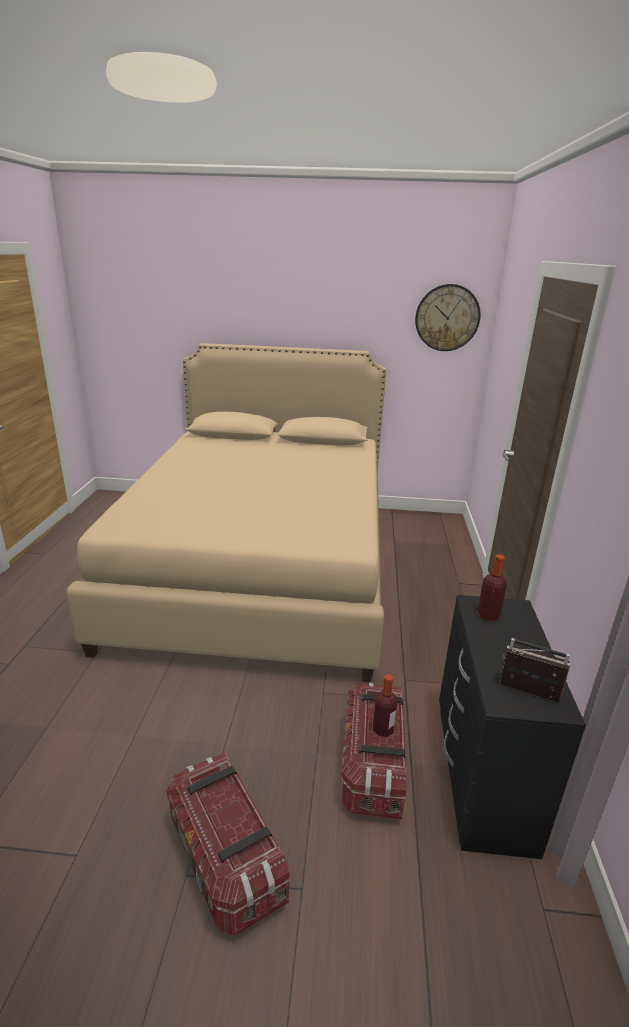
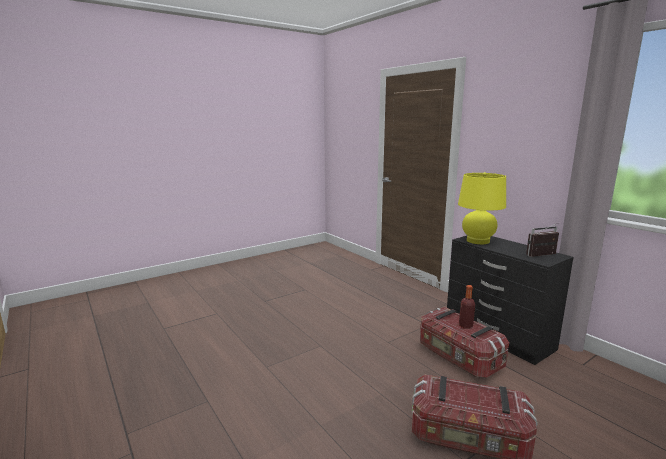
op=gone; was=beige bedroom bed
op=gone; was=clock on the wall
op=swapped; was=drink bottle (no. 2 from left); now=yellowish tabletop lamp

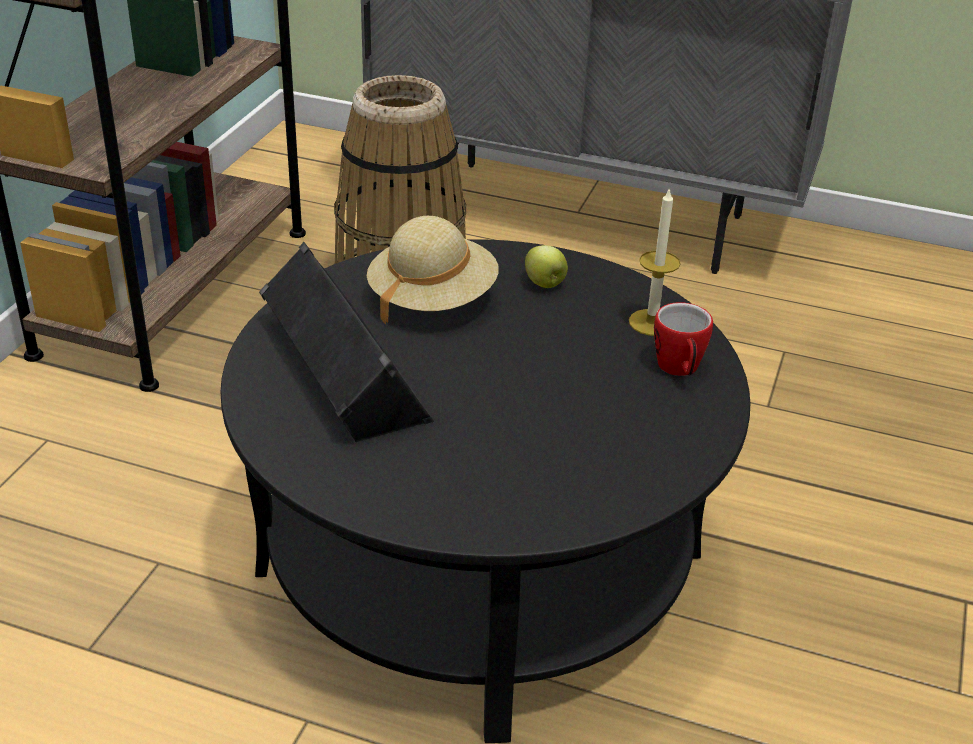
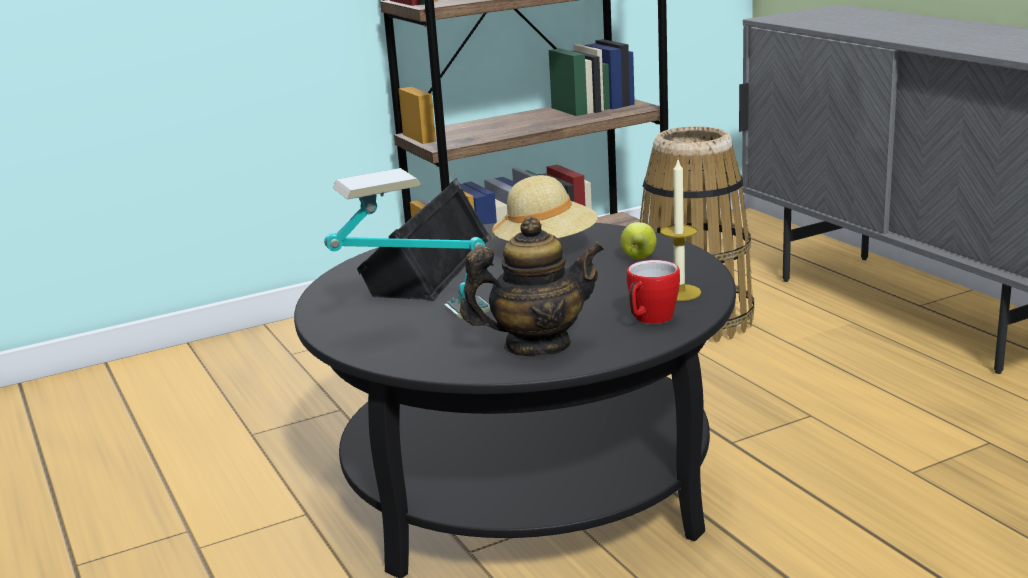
op=new; now=tabletop lamp
op=new; now=teapot

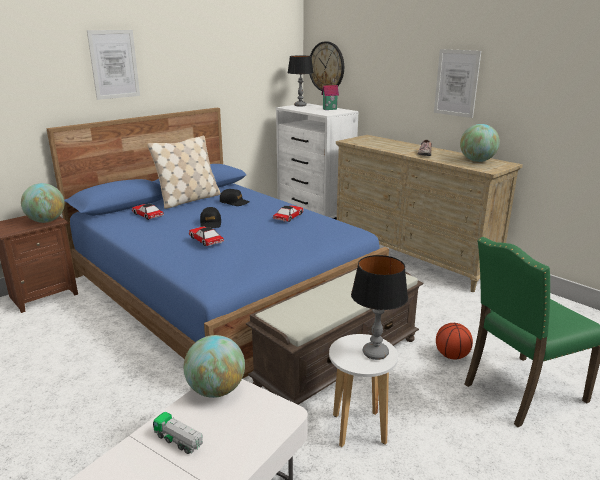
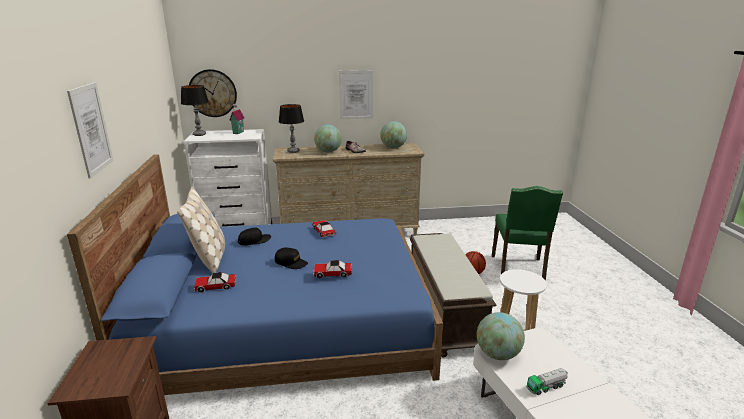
op=shifted; was=globe (no. 1 from left)
op=shifted; was=tabletop lamp (no. 2 from left)

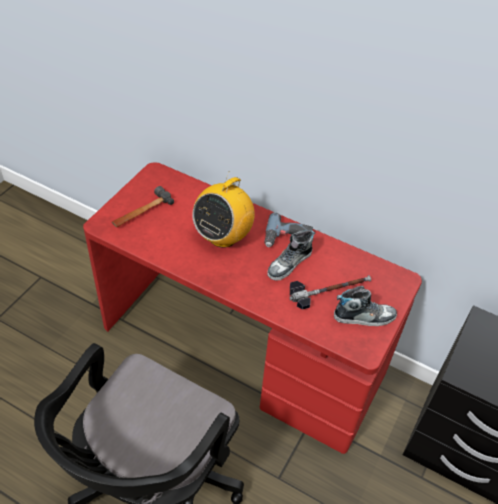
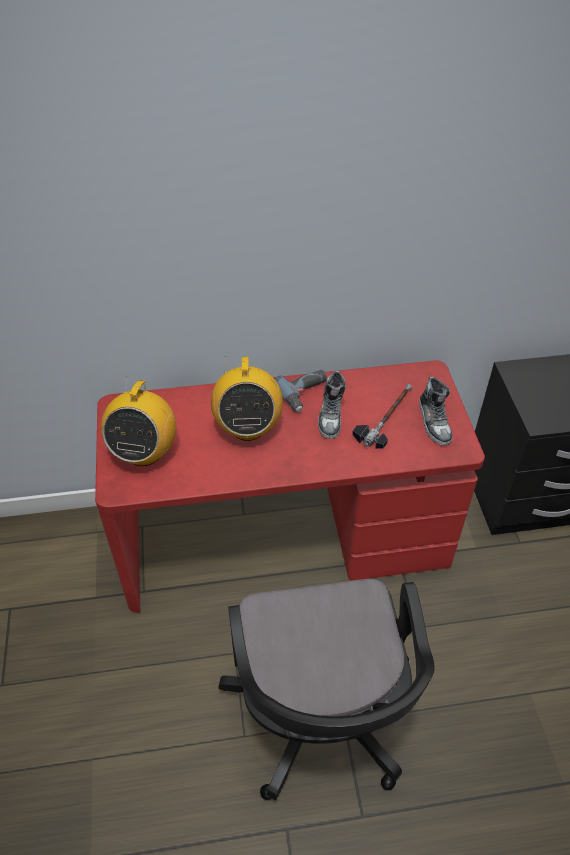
op=swapped; was=tool hammer (no. 1 from left); now=radio receiver (no. 1 from left)
op=rotated; was=item of footwear (no. 2 from left); clockwise=120

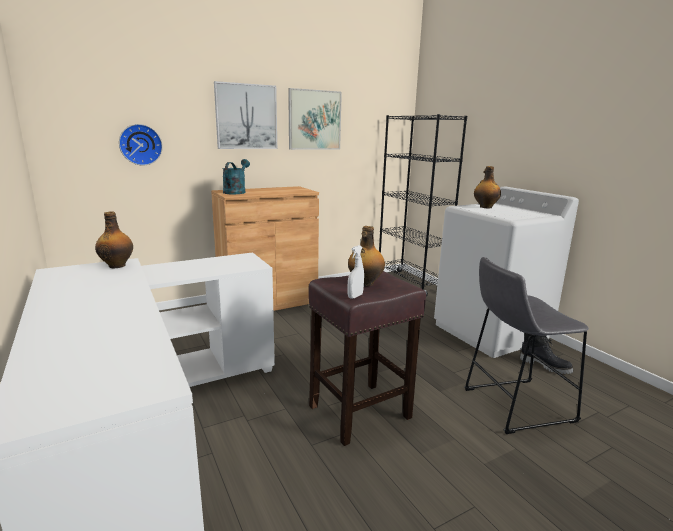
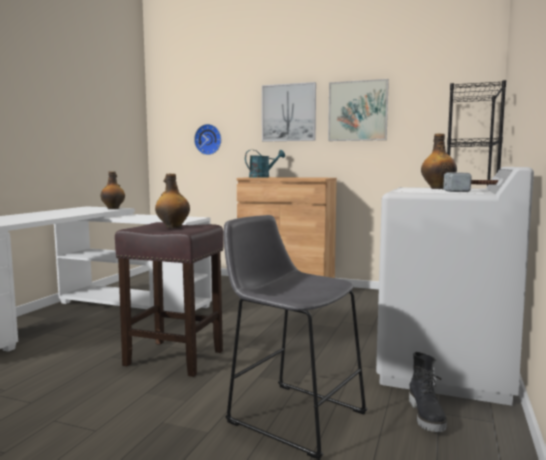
op=gone; was=whitish spray bottle
op=new; now=tool hammer

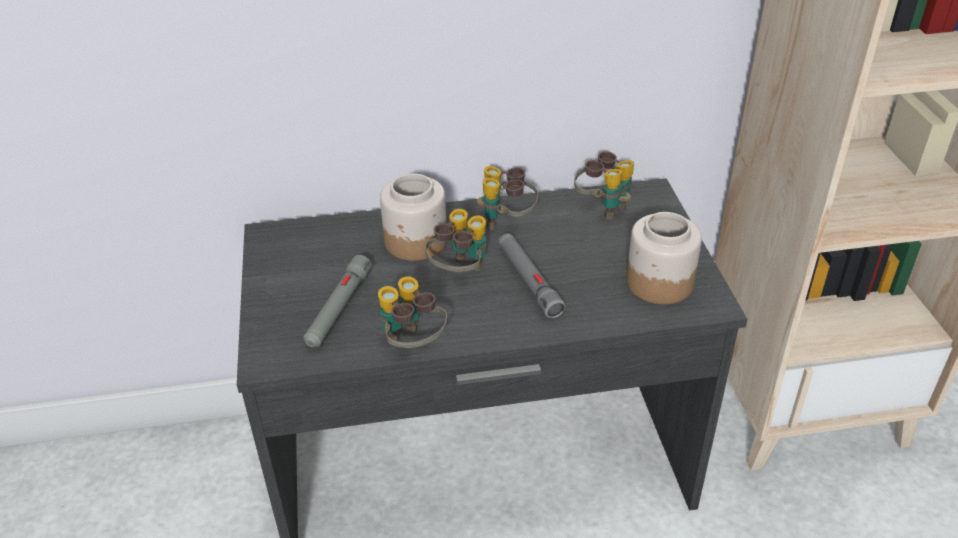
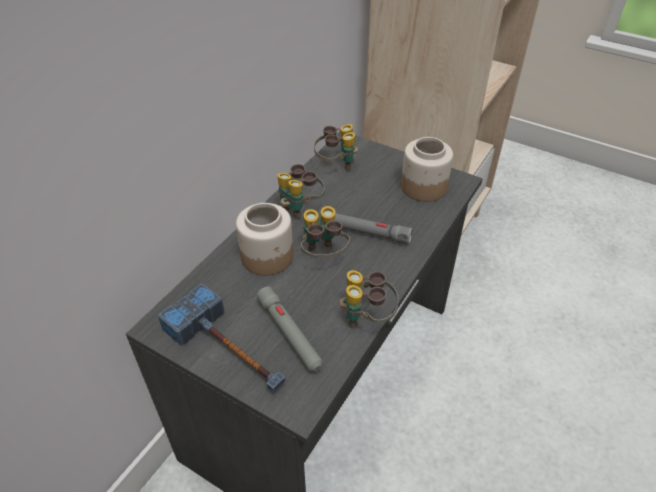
op=new; now=tool hammer

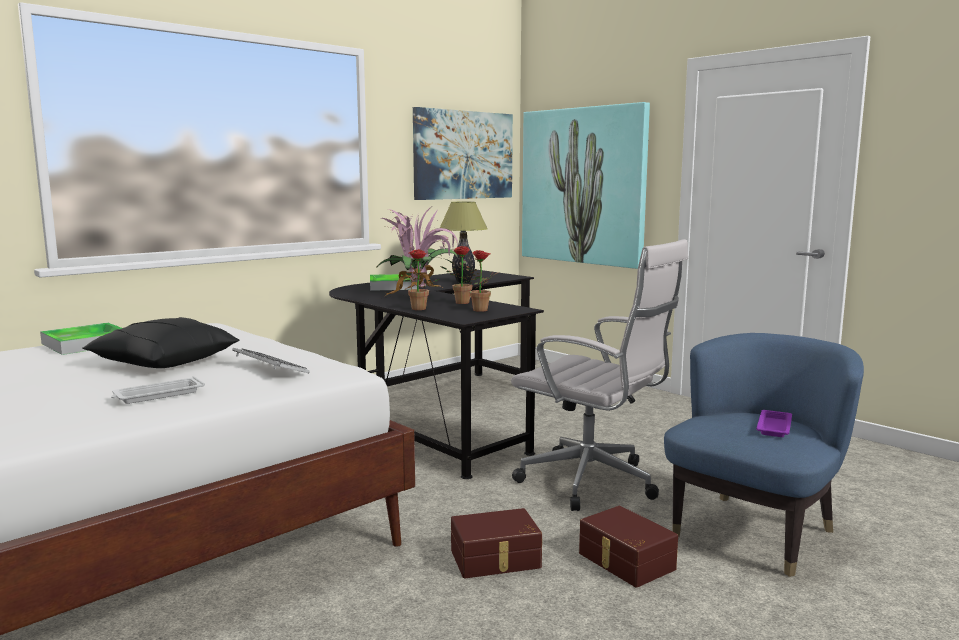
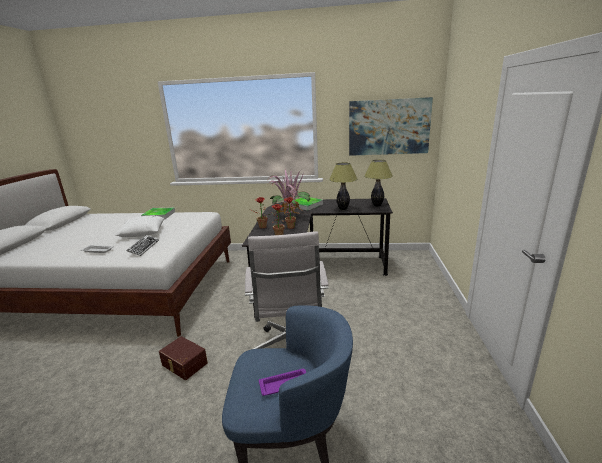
op=gone; was=wall picture (no. 2 from left)
op=gone; was=brownish storage bin (no. 2 from left)
op=new; now=tabletop lamp (no. 2 from left)
op=repainted; was=blackish pillow; now=whitish pillow

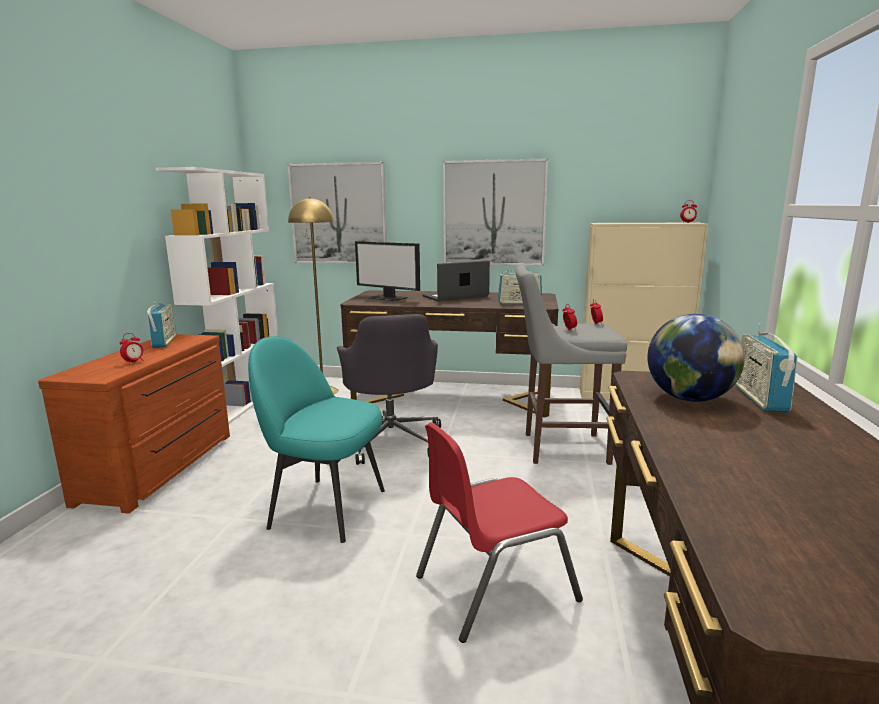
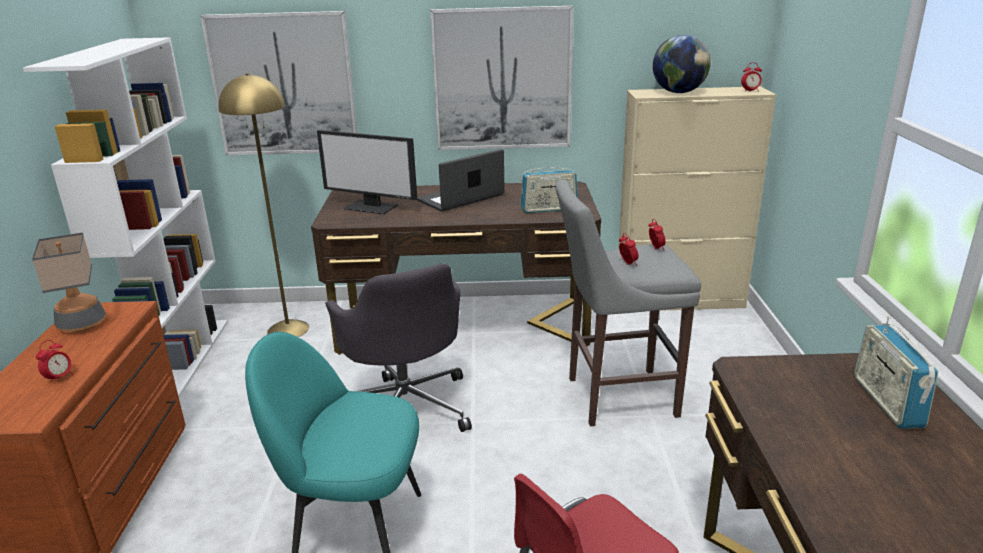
op=shifted; was=globe
op=swapped; was=radio receiver (no. 1 from left); now=tabletop lamp

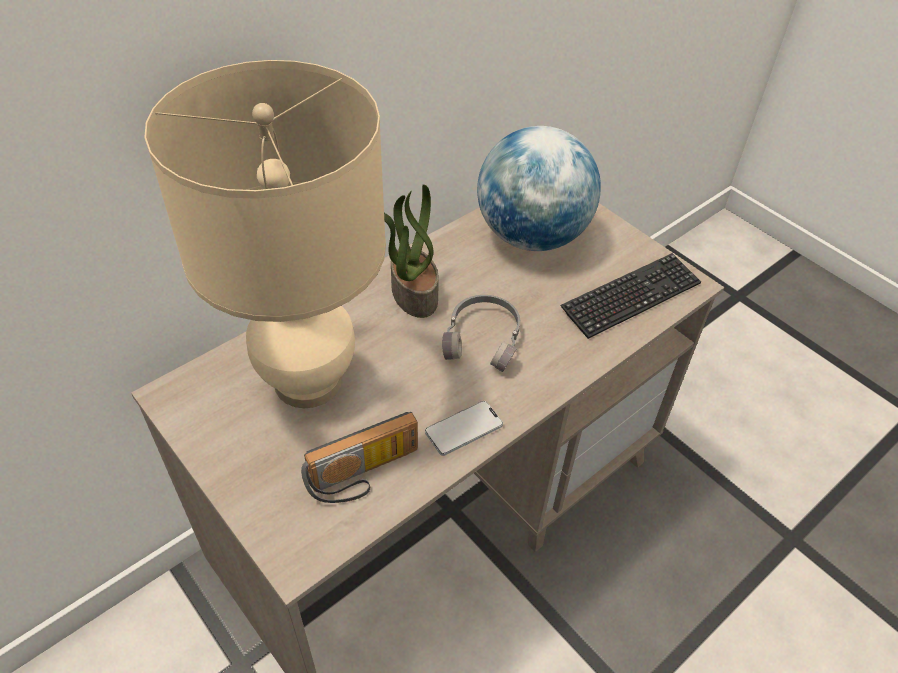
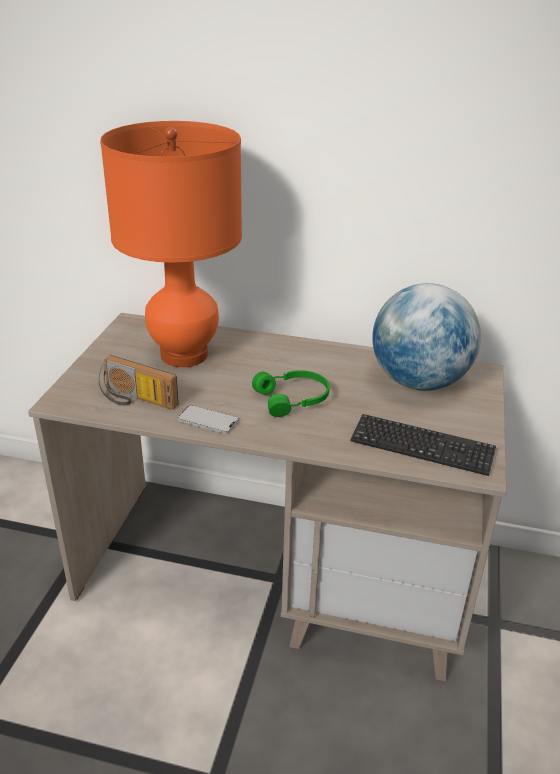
op=gone; was=plant in a pot
op=repainted; was=beige tabletop lamp; now=orange tabletop lamp
op=repainted; was=greyish pair of headphones; now=green-coloured pair of headphones

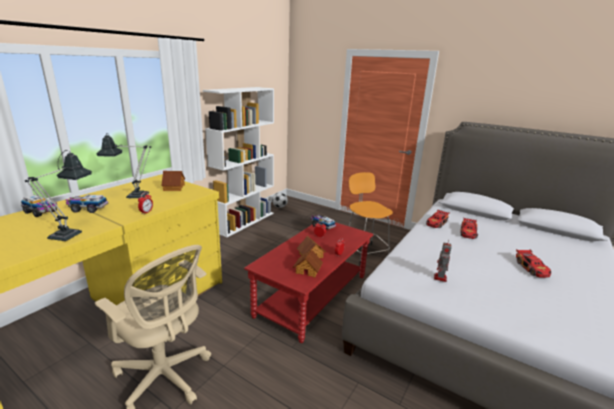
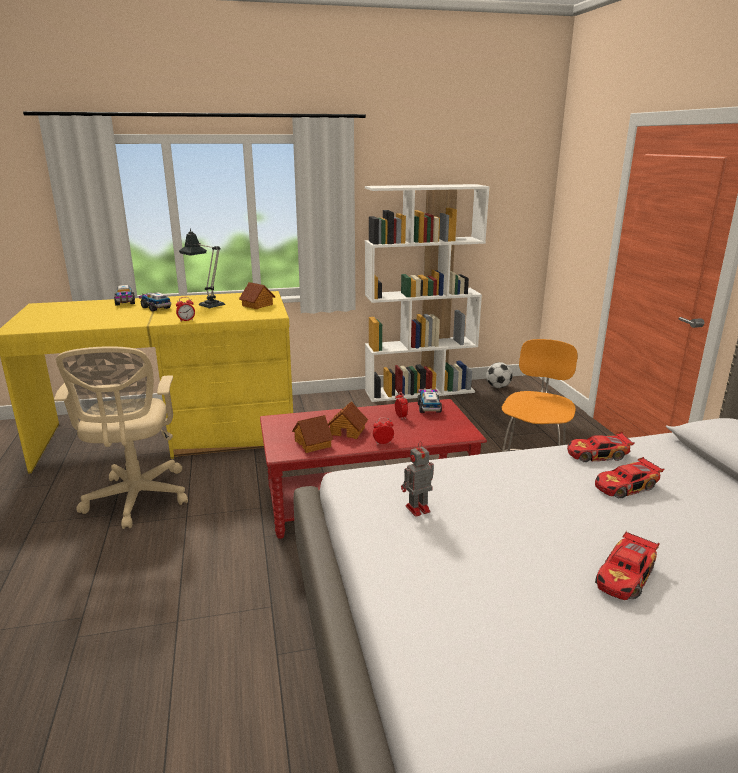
op=gone; was=tabletop lamp (no. 1 from left)

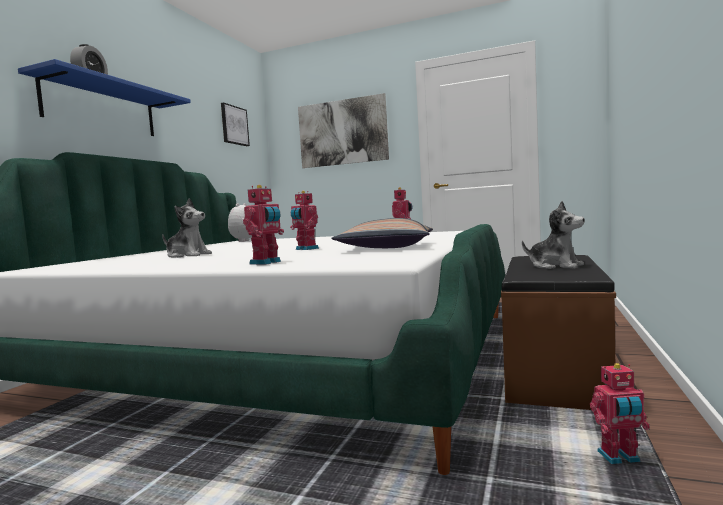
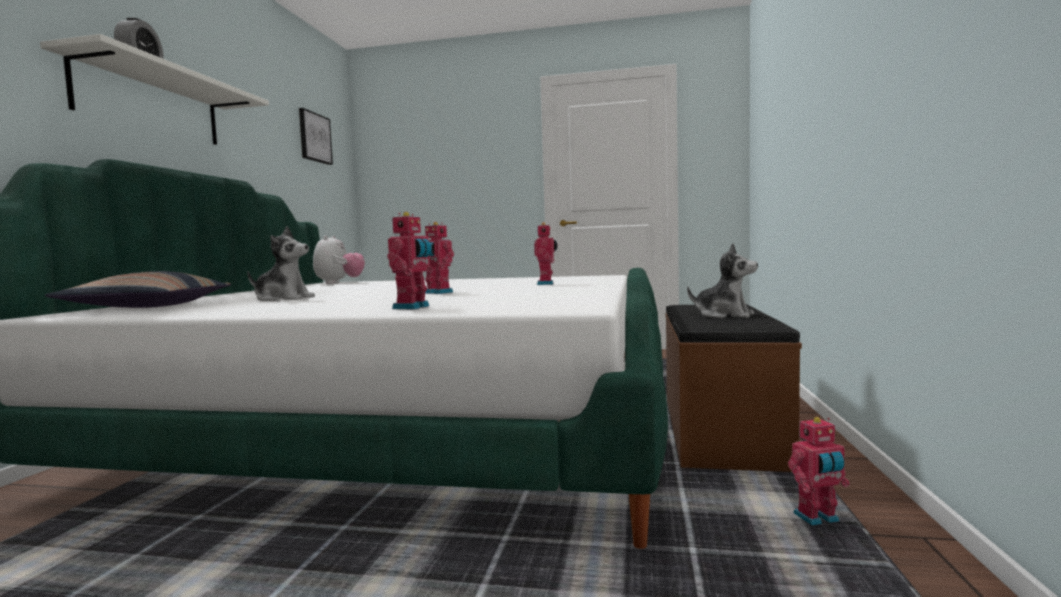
op=gone; was=wall picture (no. 2 from left)
op=shifted; was=pillow
op=repainted; was=blue-coloured wall shelf; now=whitish wall shelf

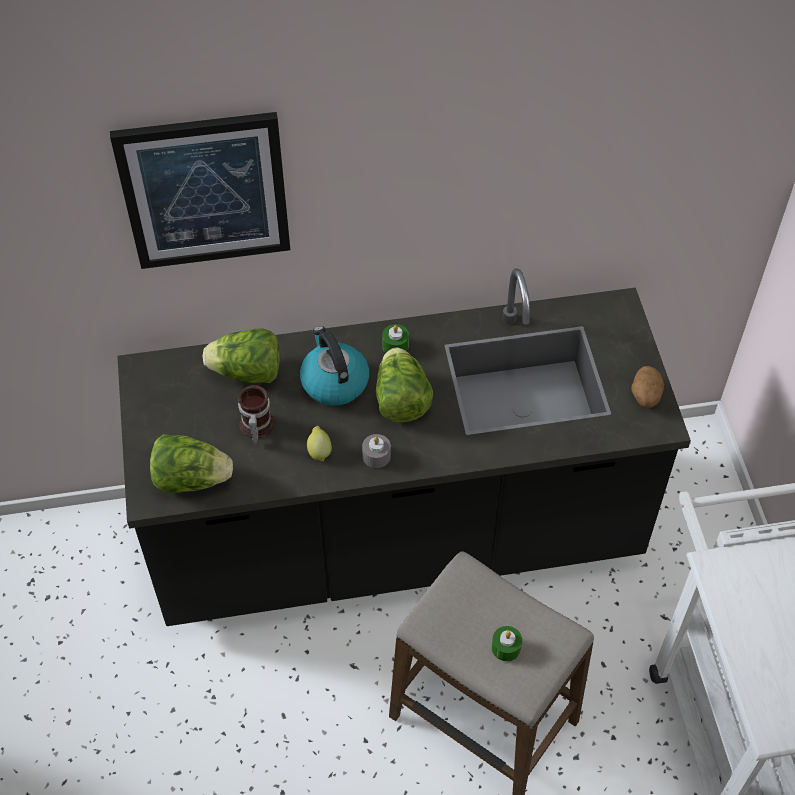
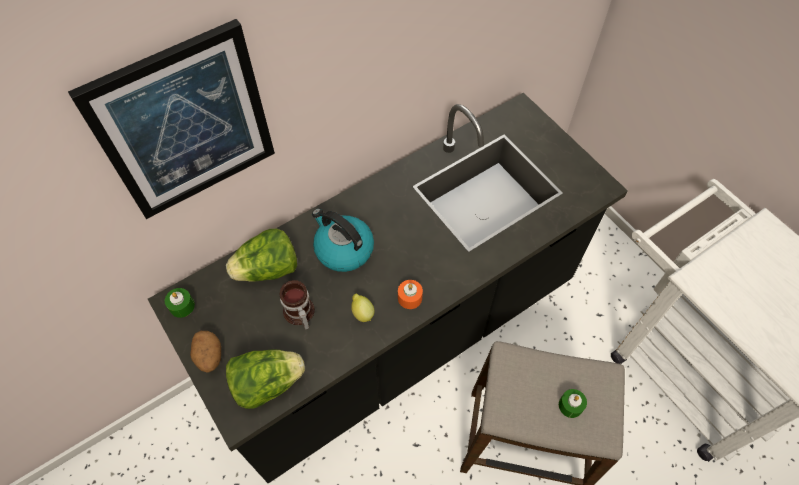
op=gone; was=lettuce (no. 3 from left)
op=shifted; was=green-coloured wax light (no. 1 from left)
op=shifted; was=whole potato
op=repainted; was=greyish wax light; now=orange wax light

